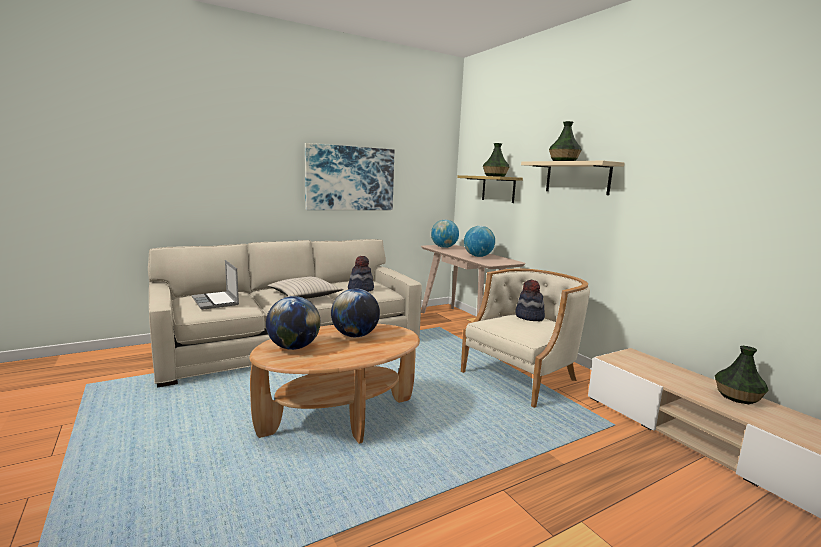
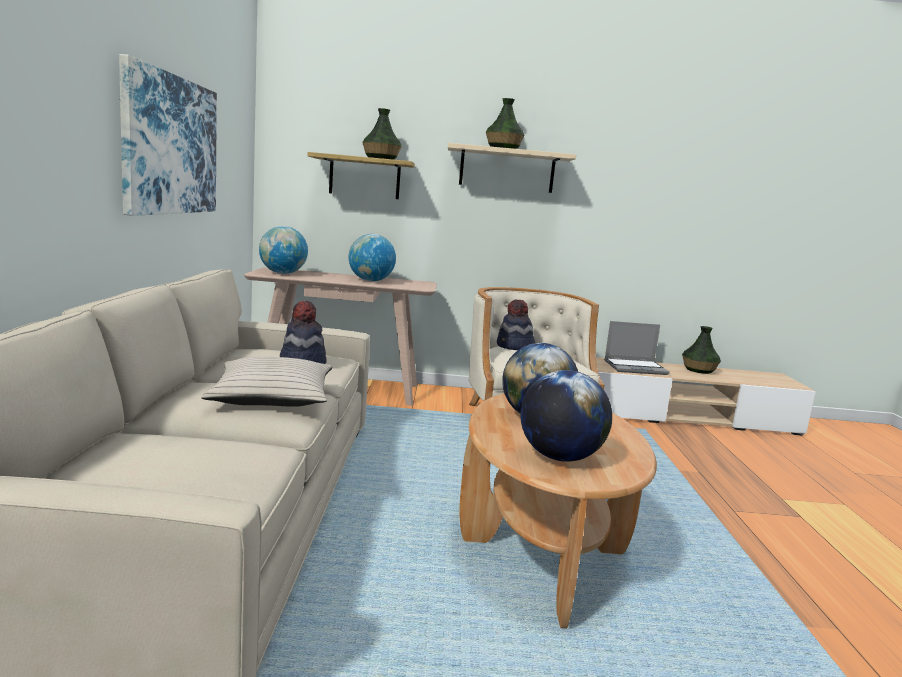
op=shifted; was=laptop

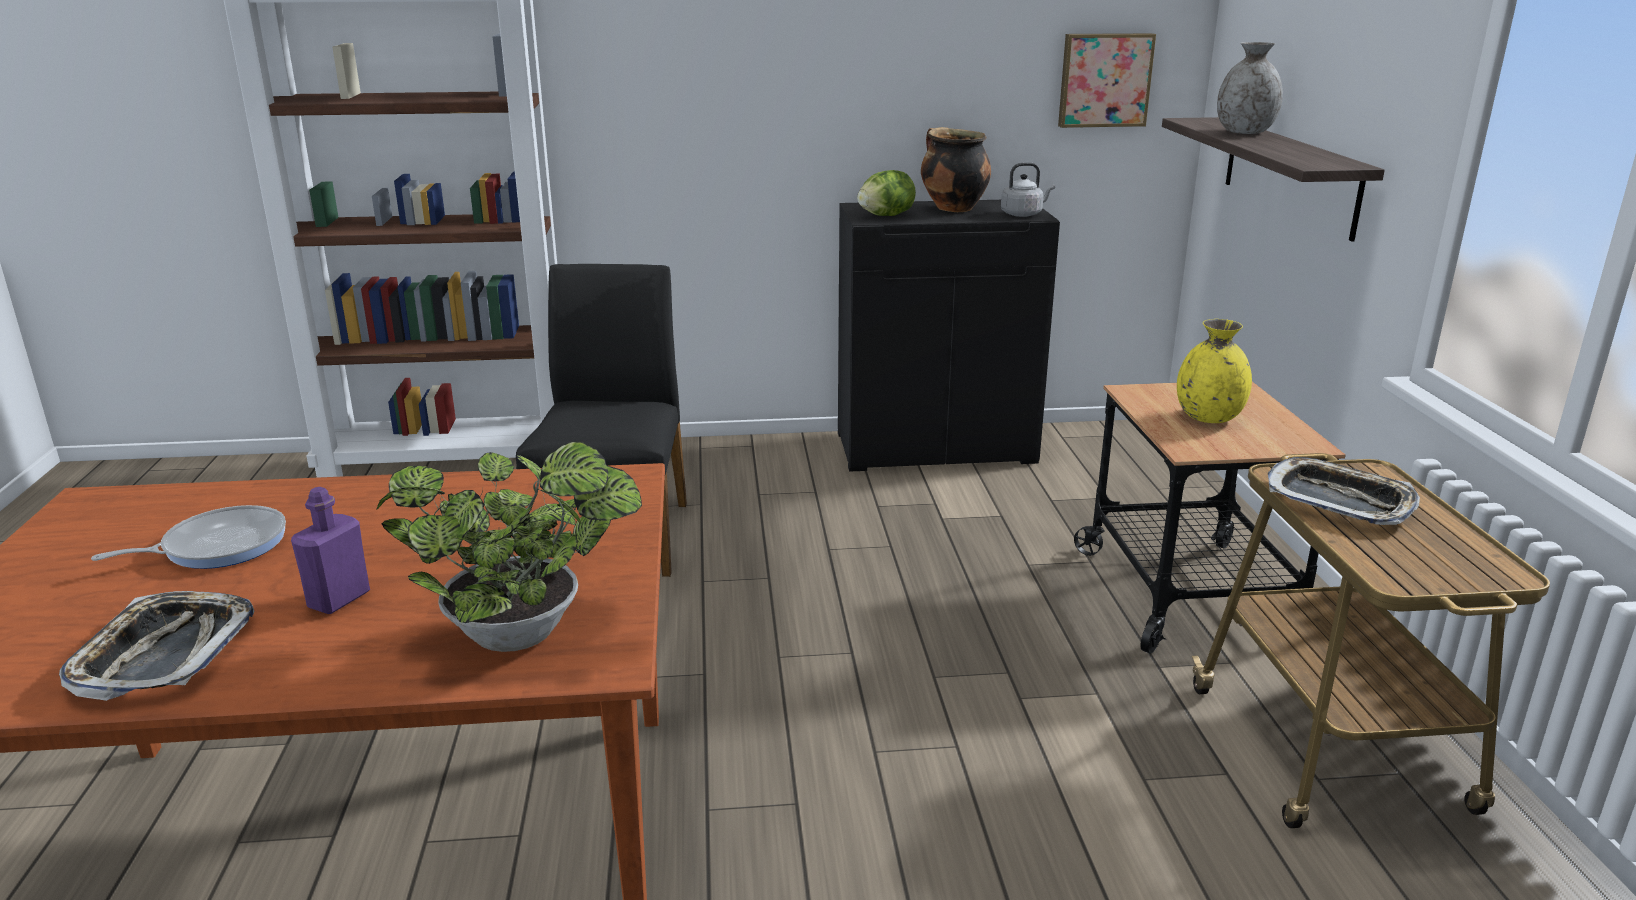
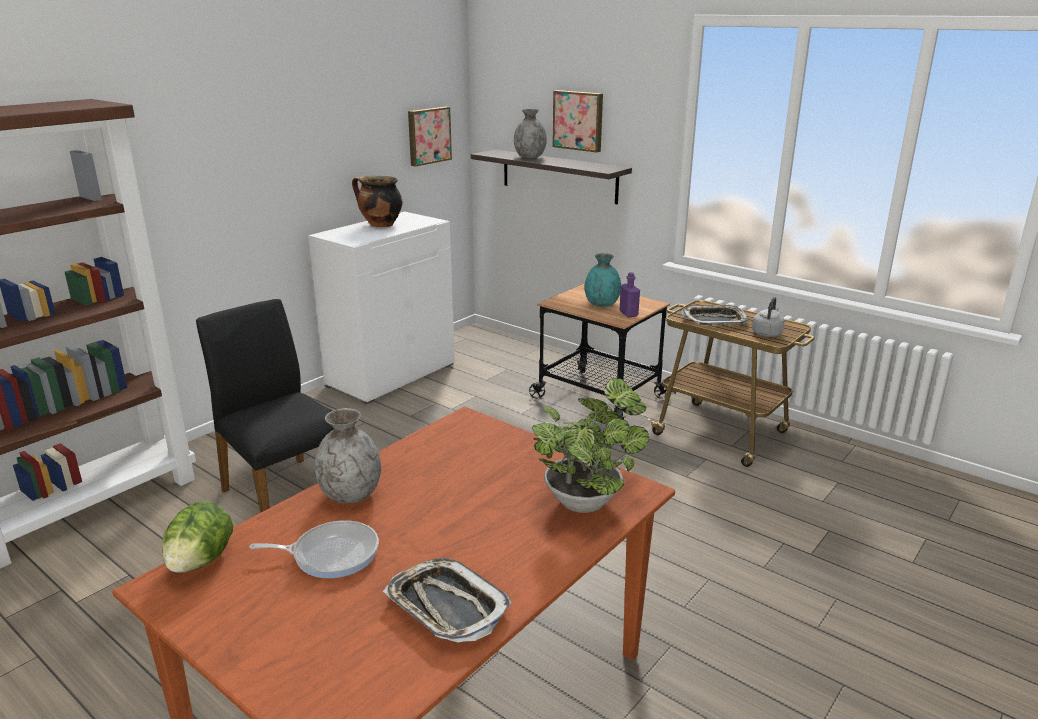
op=new; now=greyish flower vase (no. 1 from left)
op=new; now=wall picture (no. 2 from left)
op=shifted; was=purplish drink bottle
op=shifted; was=lettuce
op=shifted; was=greyish water kettle
op=repainted; was=blackish cupboard; now=whitish cupboard
op=repainted; was=yellowish flower vase; now=blue-green flower vase
op=rotated; was=skillet; clockwise=75

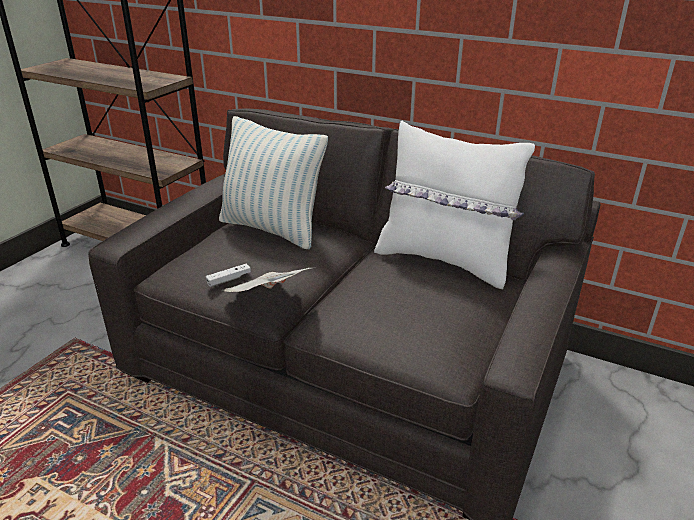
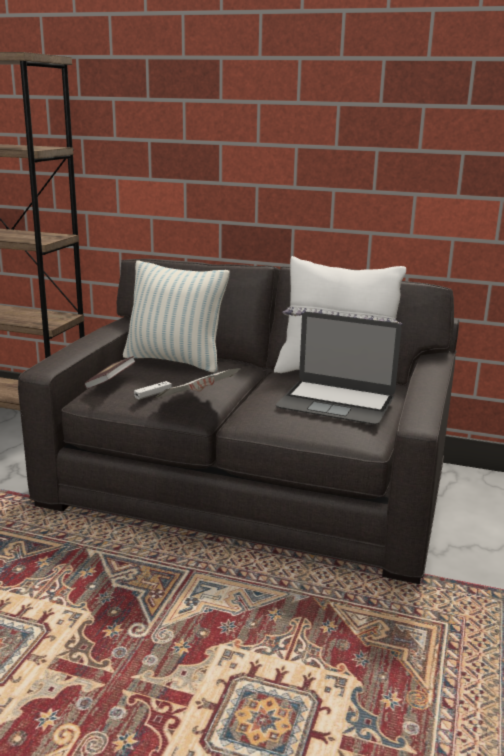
op=new; now=volume
op=new; now=laptop

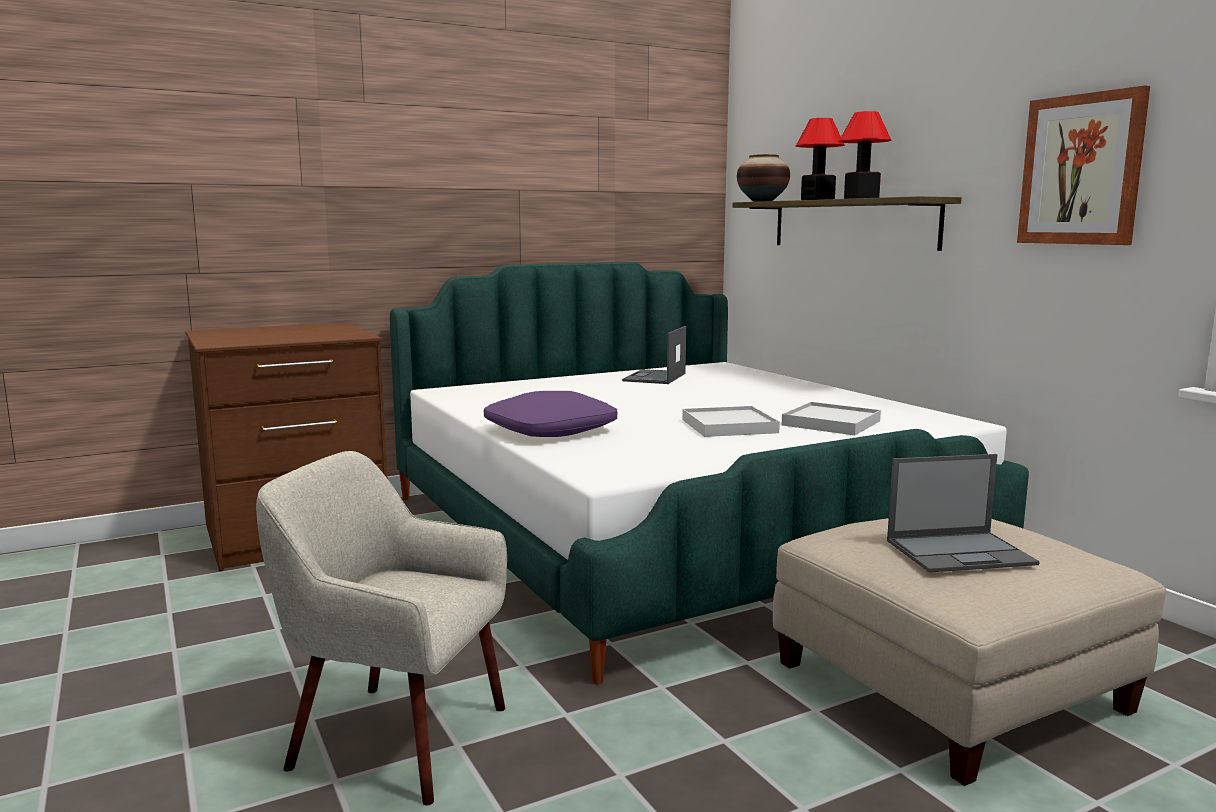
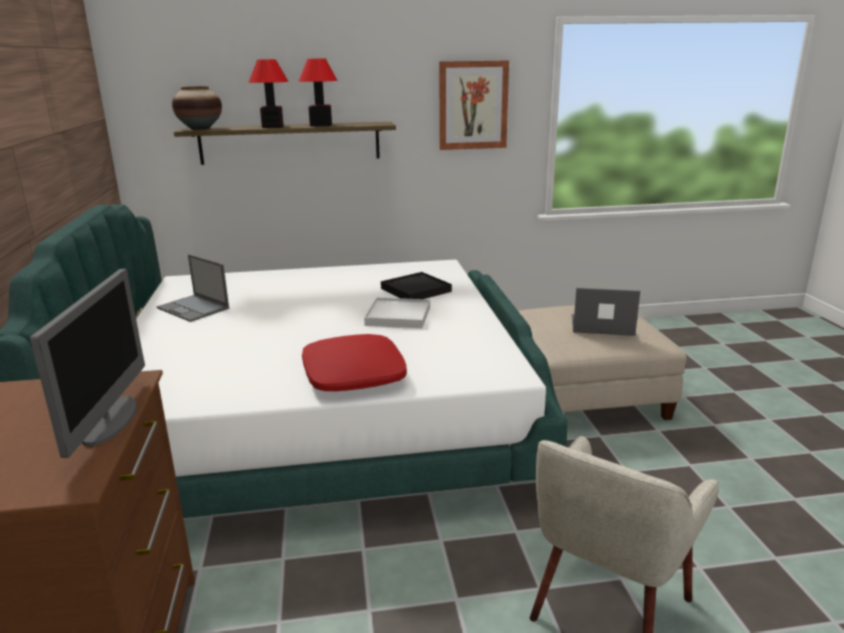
op=new; now=computer display
op=repainted; was=purplish pillow; now=reddish pillow
op=repainted; was=whitish carrying tray (no. 2 from left); now=blackish carrying tray
op=rotated; was=laptop (no. 2 from left); clockwise=-90

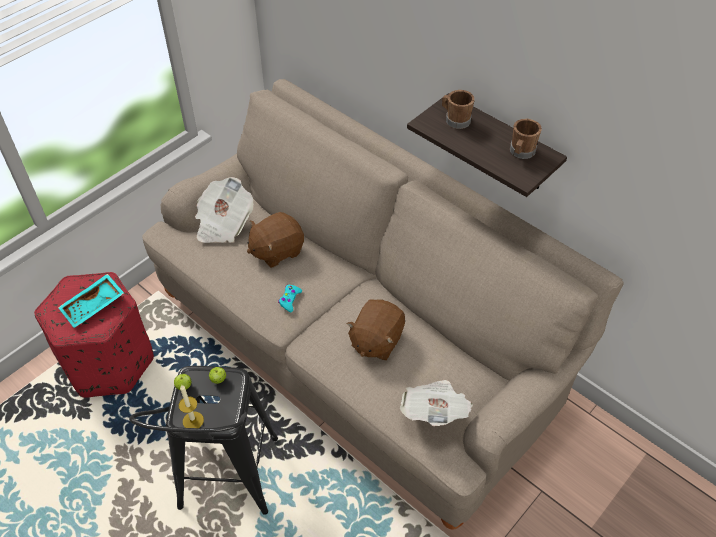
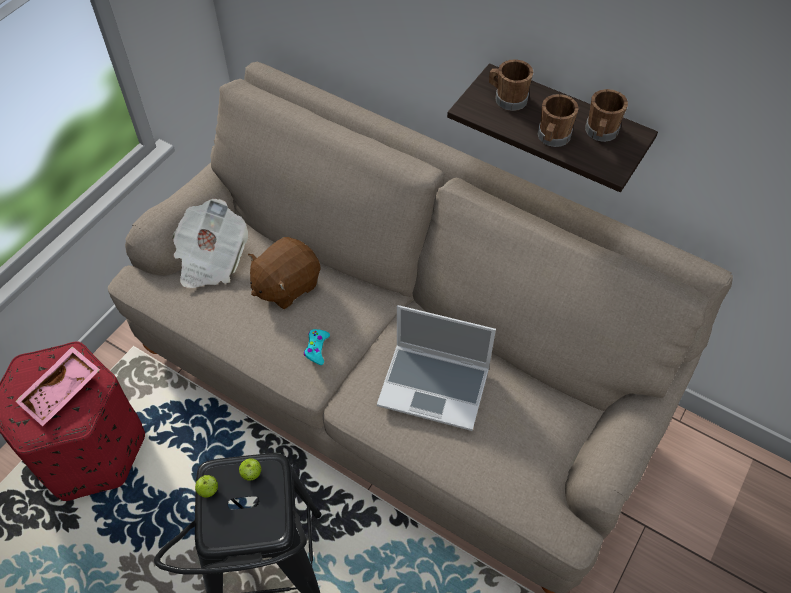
op=gone; was=wax light
op=gone; was=daily paper (no. 2 from left)
op=new; now=brownish mug (no. 2 from left)
op=swapped; was=brownish cuddly toy (no. 2 from left); now=laptop
op=repainted; was=blue-green carrying tray; now=pink carrying tray

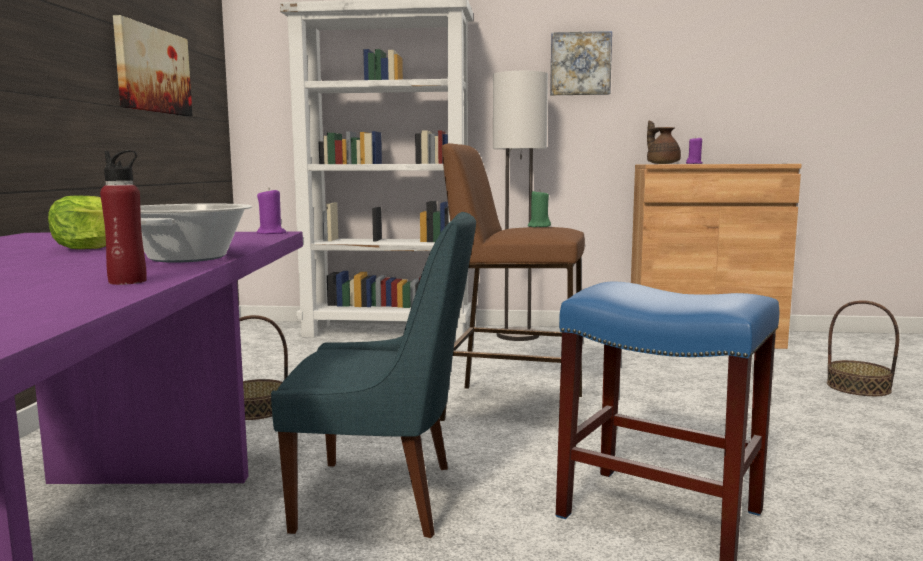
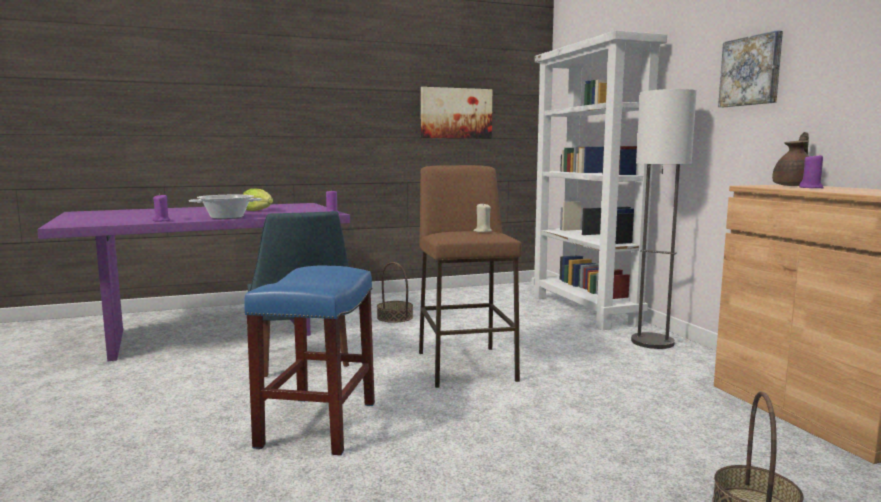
op=swapped; was=reddish drink bottle; now=purplish wax light (no. 1 from left)
op=repainted; was=green-coloured wax light; now=beige wax light

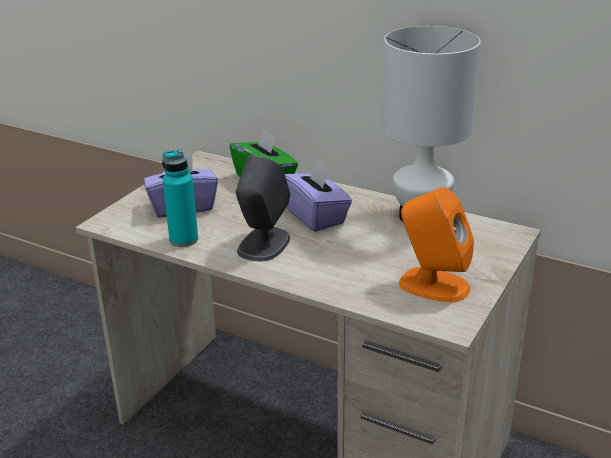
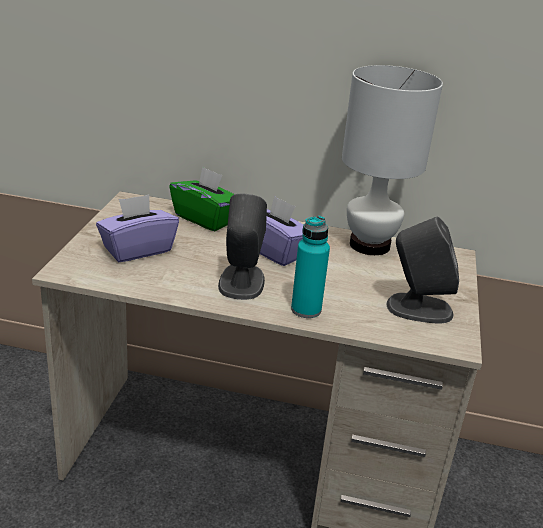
op=shifted; was=blue-green drink bottle
op=repainted; was=orange audio speaker; now=greyish audio speaker (no. 2 from left)

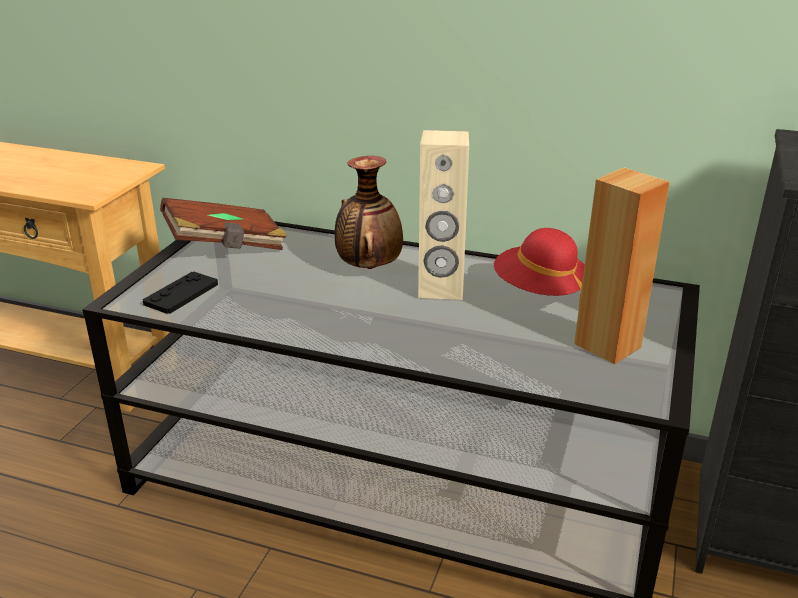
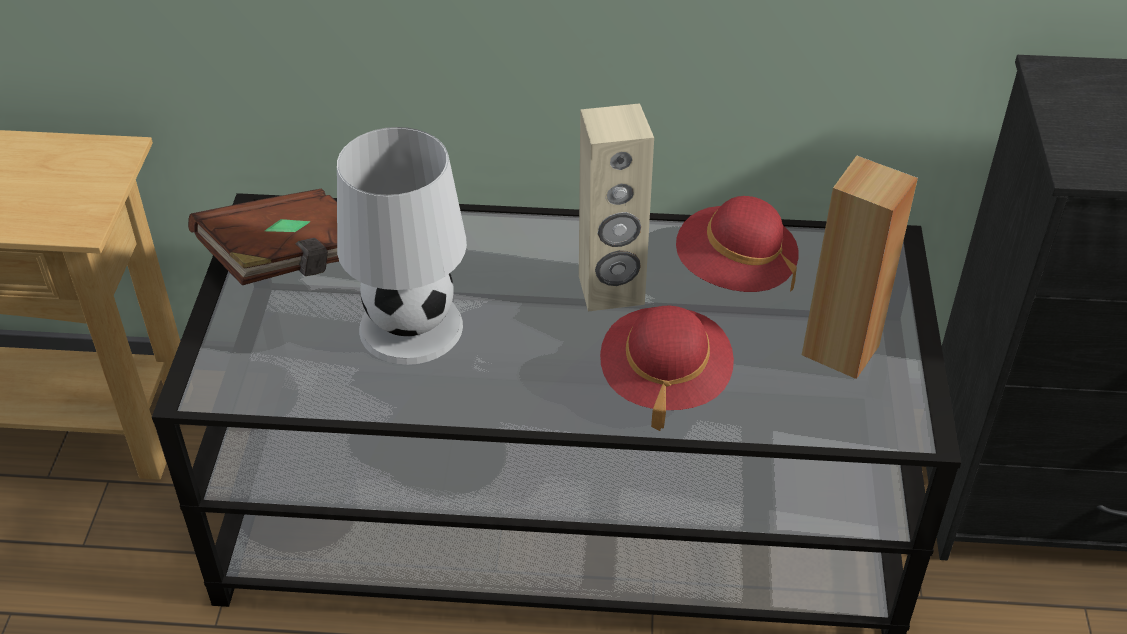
op=gone; was=blackish joypad
op=gone; was=flower vase
op=new; now=whitish tabletop lamp
op=new; now=reddish clothing hat (no. 1 from left)

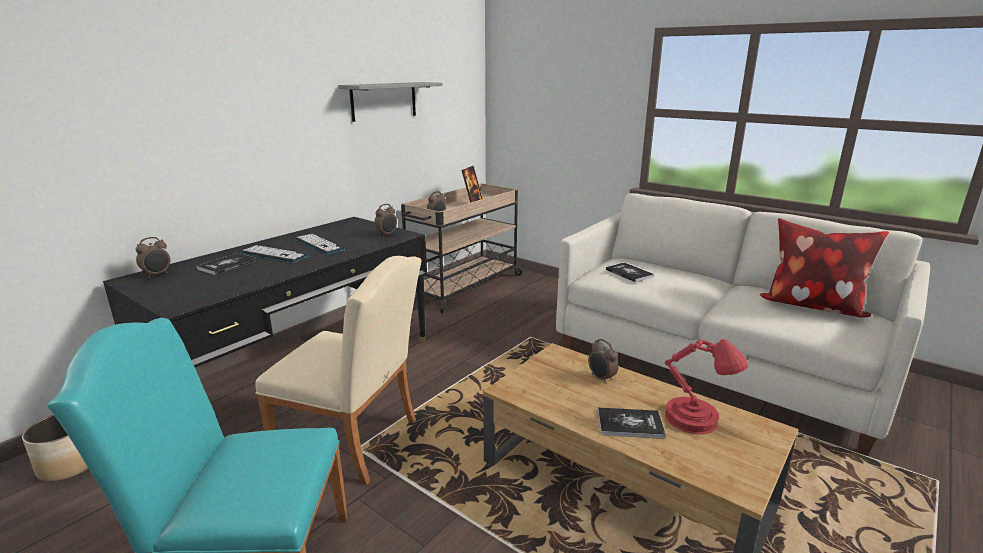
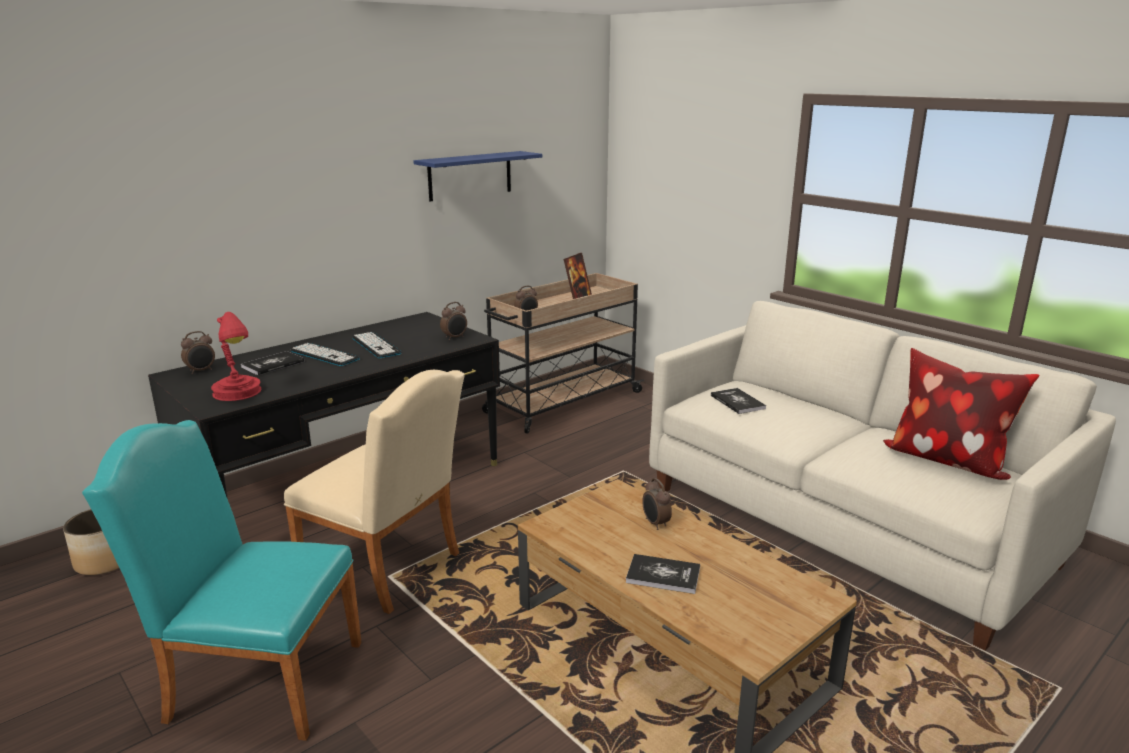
op=shifted; was=reddish tabletop lamp
op=repainted; was=greyish wall shelf; now=blue-coloured wall shelf

